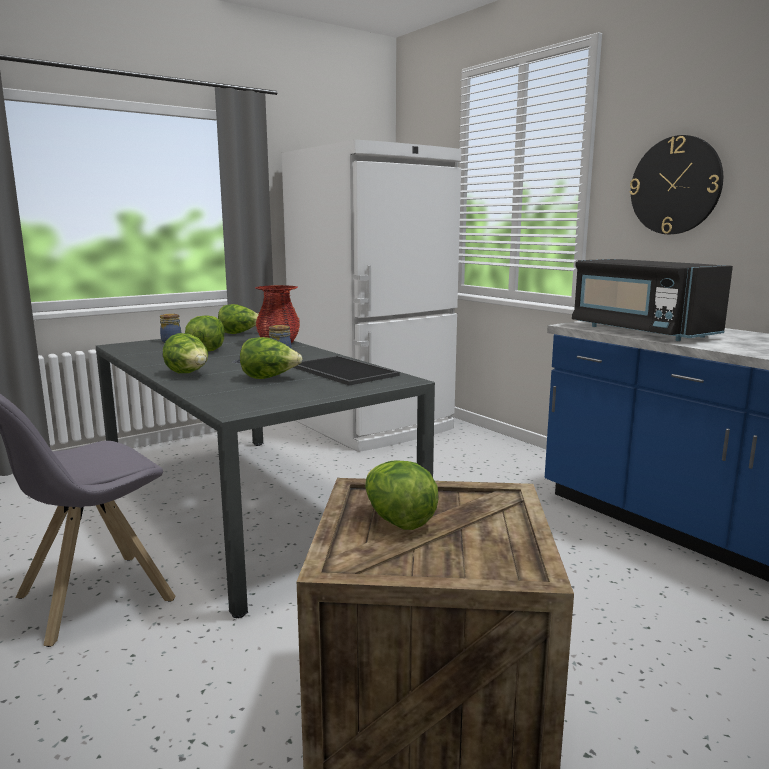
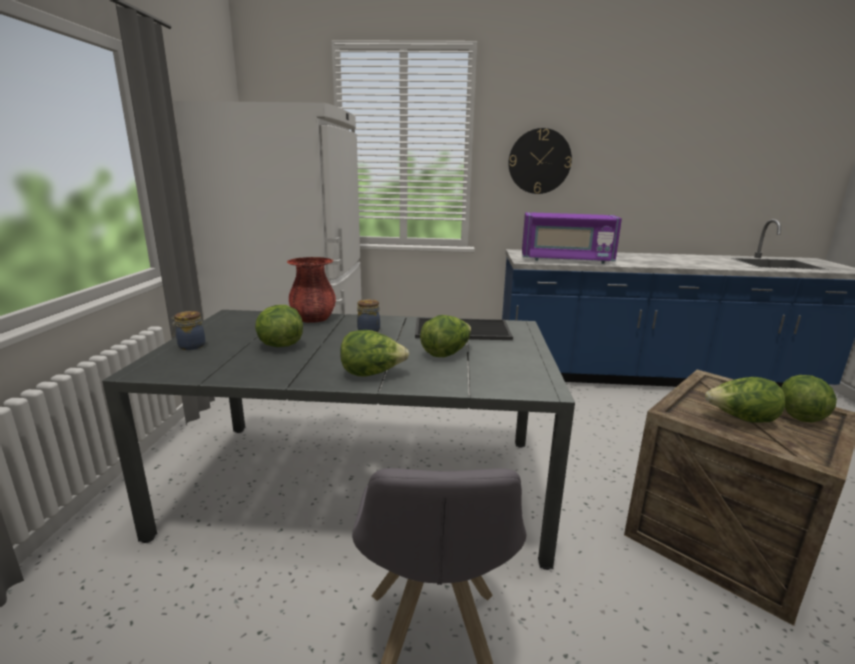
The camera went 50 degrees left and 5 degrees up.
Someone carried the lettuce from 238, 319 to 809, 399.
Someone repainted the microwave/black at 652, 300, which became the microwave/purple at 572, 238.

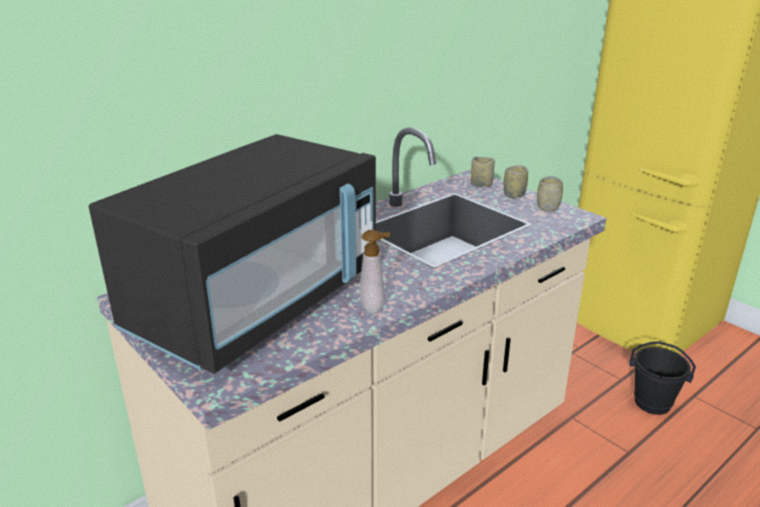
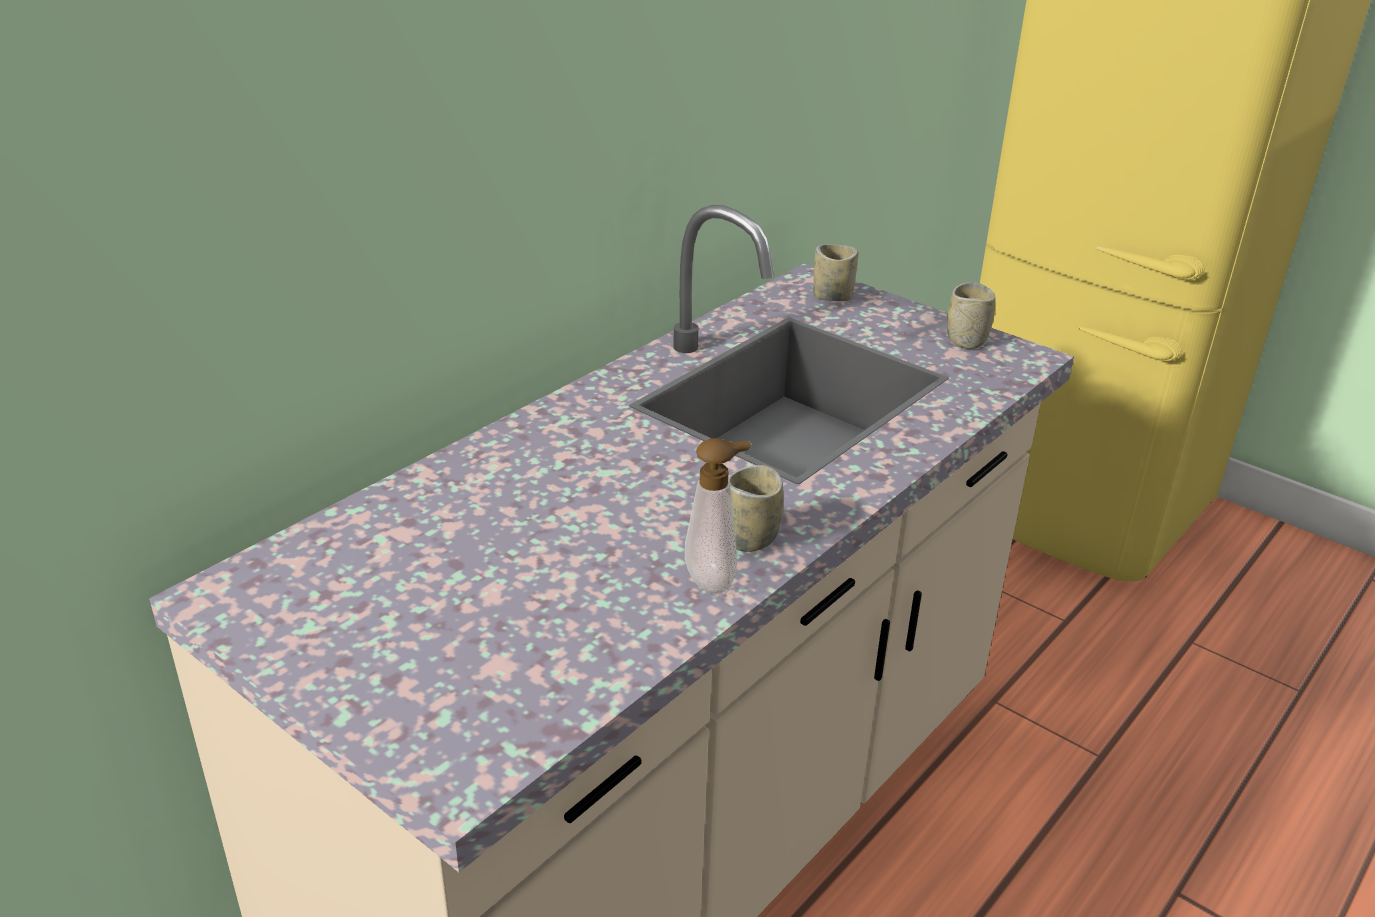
The camera went 10 degrees left and 5 degrees up.
Someone took away the microwave/black at 232, 254.
Someone carried the cup from 516, 181 to 755, 508.
Someone took away the bucket/black at 662, 378.

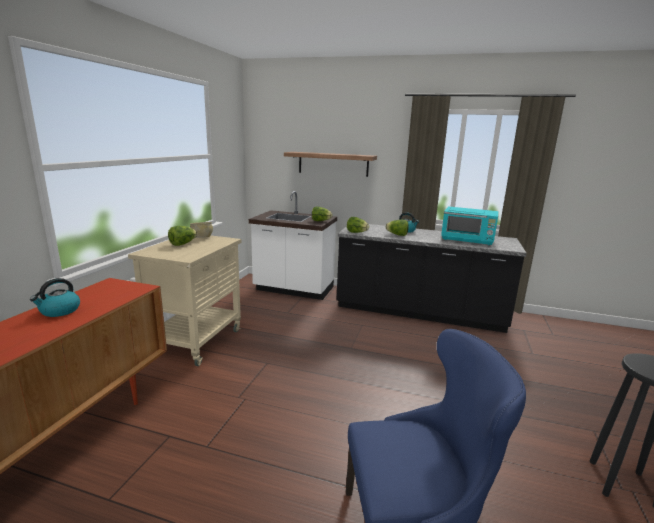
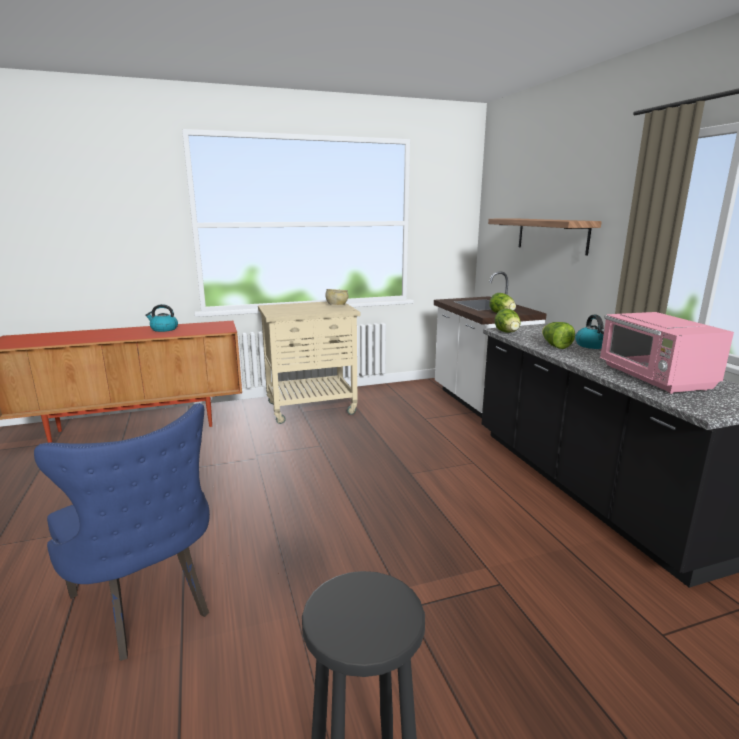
The camera went 55 degrees right and 0 degrees up.
Someone took away the lettuce at 182, 236.
Someone repainted the microwave/turquoise at 469, 226, which became the microwave/pink at 667, 353.

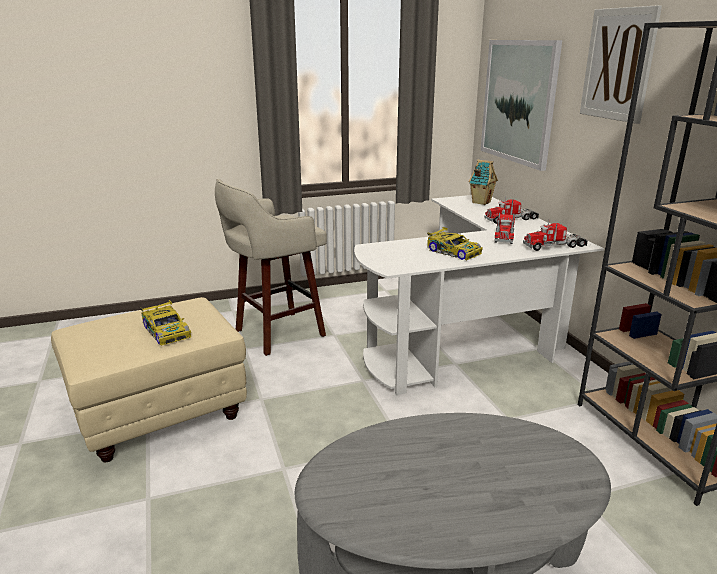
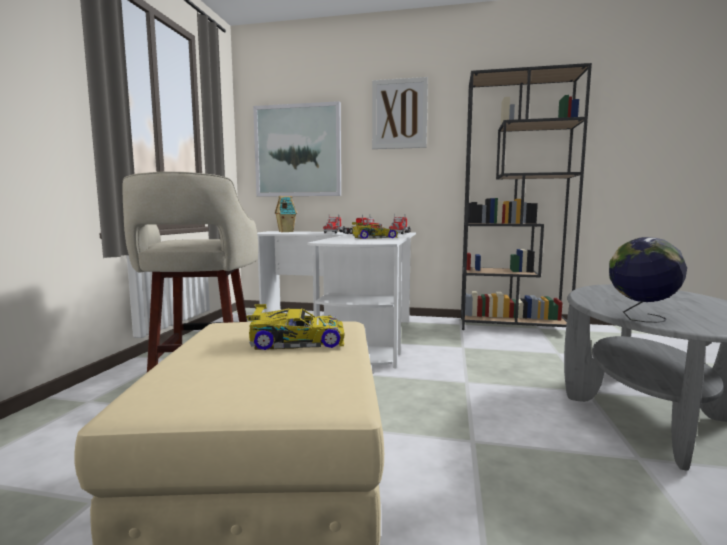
The camera went 60 degrees left and 15 degrees down.
Someone put down the globe at 648, 280.

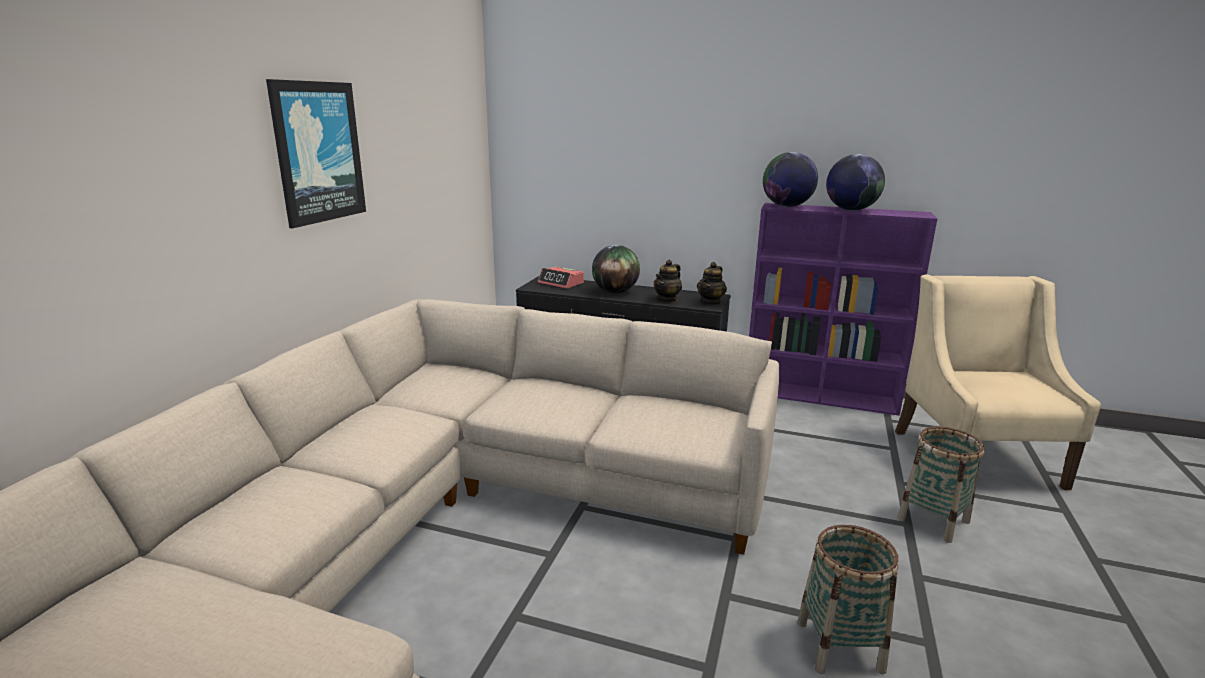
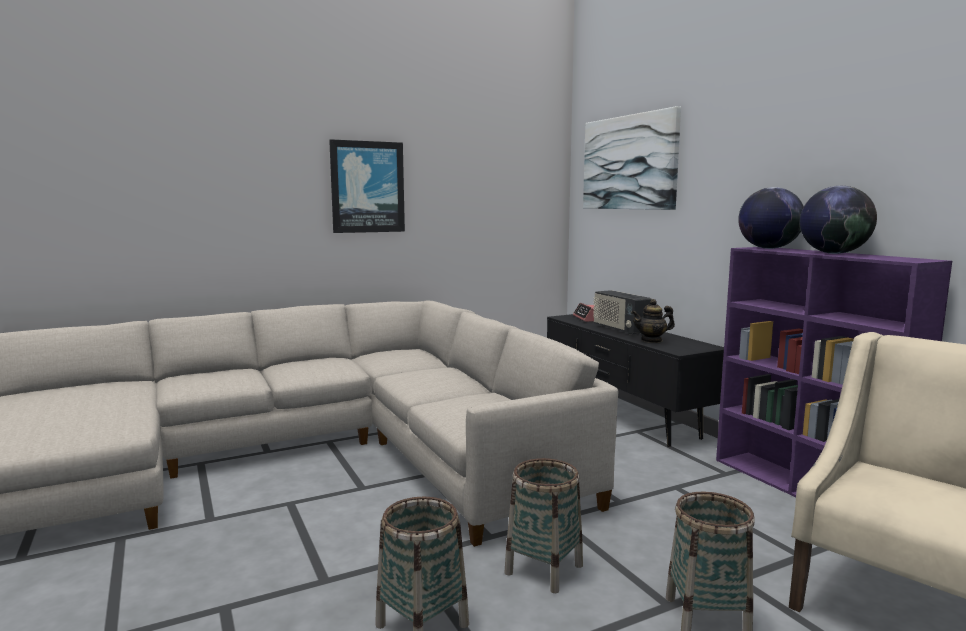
The camera went 45 degrees right and 10 degrees down.
Someone swapped the globe at 616, 269 for the radio at 622, 312.
Someone took away the teapot at 712, 283.
Someone put down the basket at 544, 525.
Someone put up the picture at 632, 158.

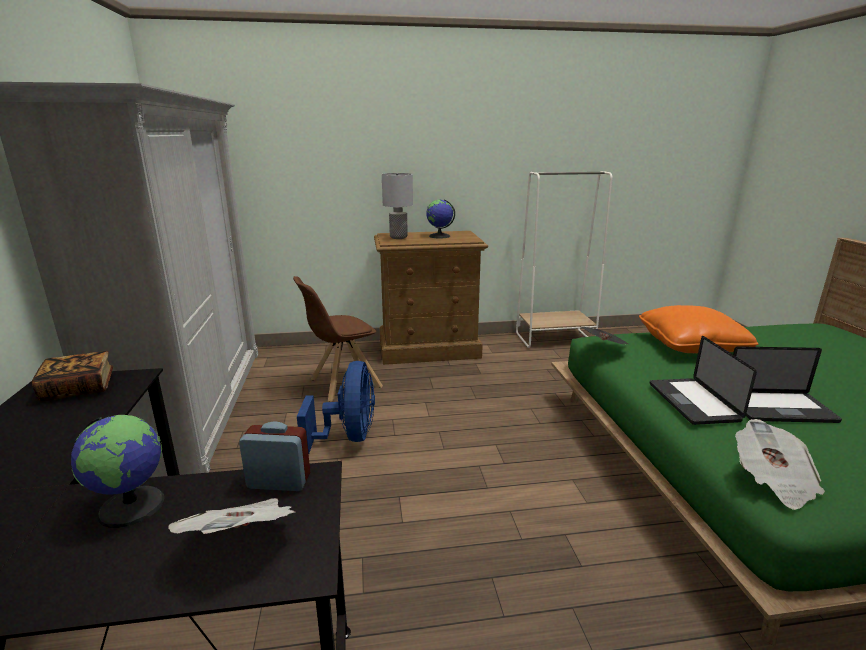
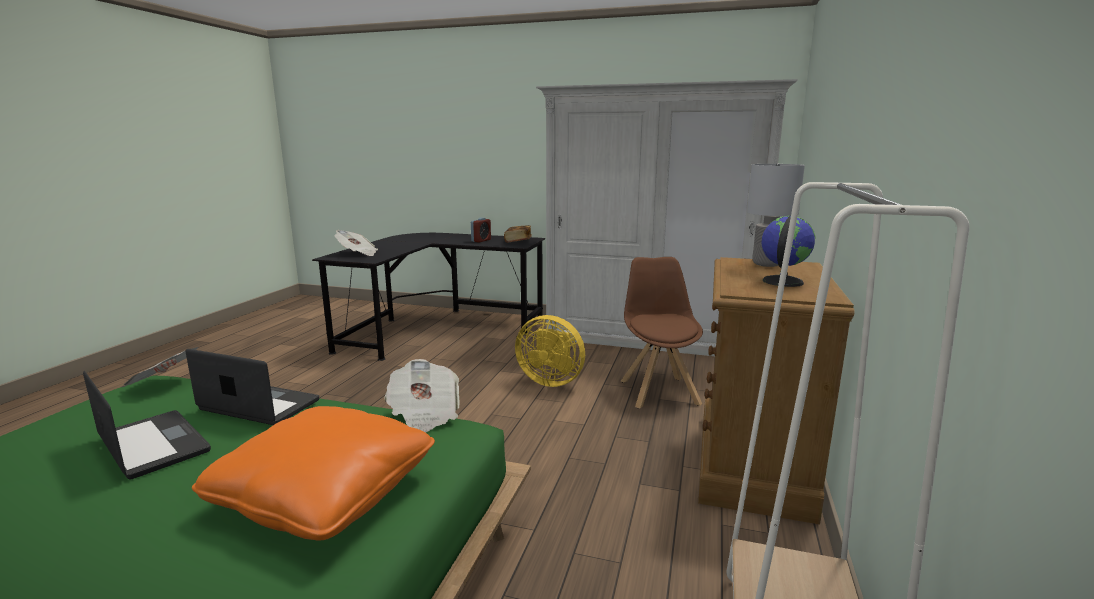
The camera went 115 degrees right and 5 degrees down.
Someone took away the globe at 117, 471.
Someone carried the alarm clock from 274, 456 to 481, 230.
Someone repainted the fan/blue at 336, 407, which became the fan/yellow at 550, 351.
Someone rotated the laptop at 787, 384 by 105 degrees clockwise.

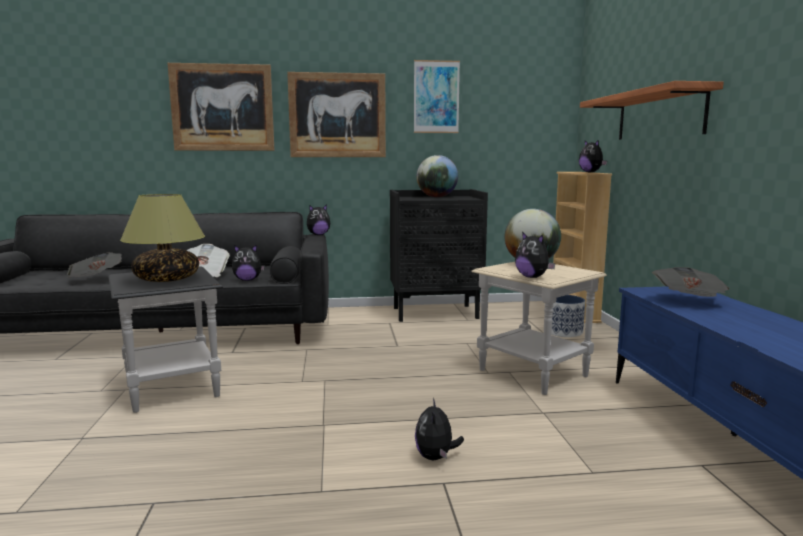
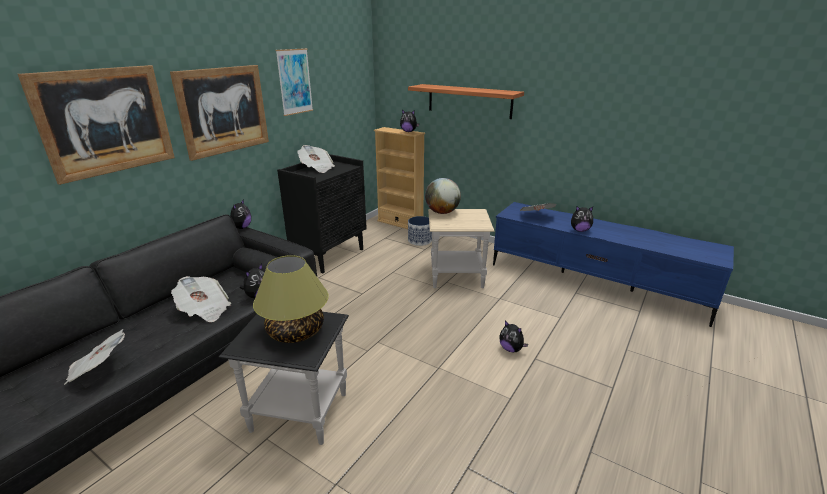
The camera went 50 degrees left and 15 degrees up.
Someone swapped the globe at 437, 176 for the newspaper at 316, 159.
Someone carried the plush toy from 535, 255 to 582, 219.

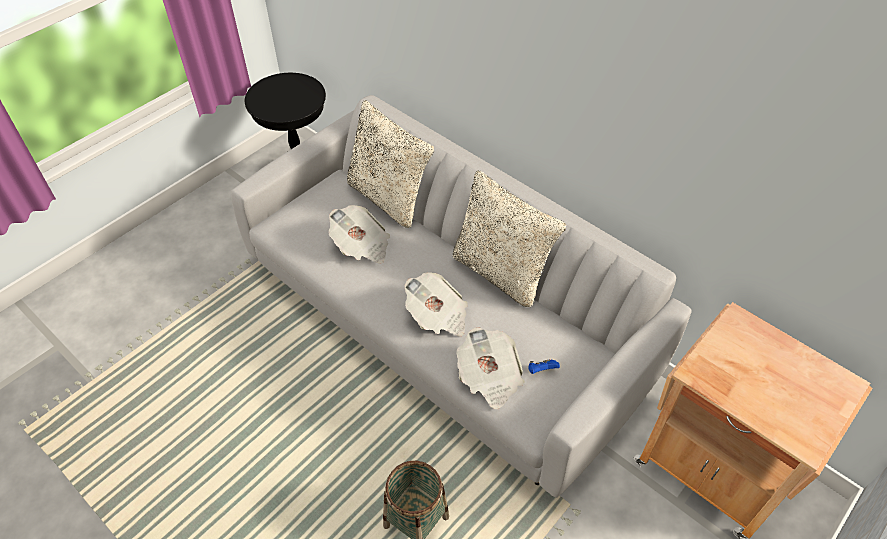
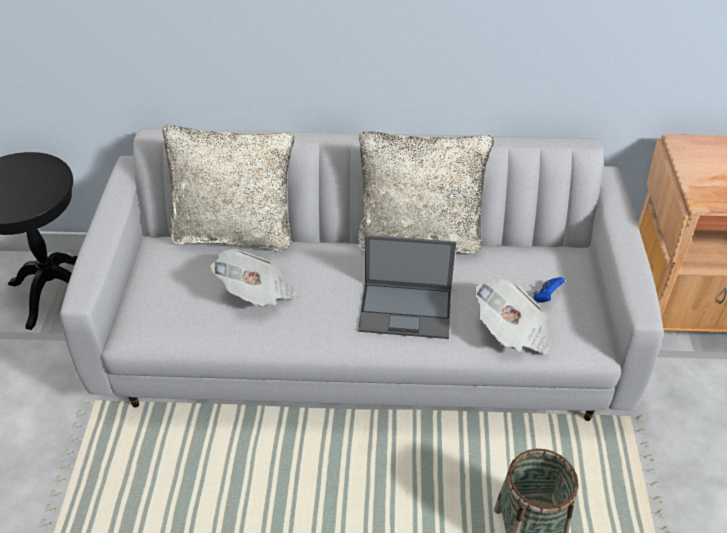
The camera went 40 degrees left and 5 degrees down.
Someone swapped the newspaper at 436, 304 for the laptop at 407, 287.

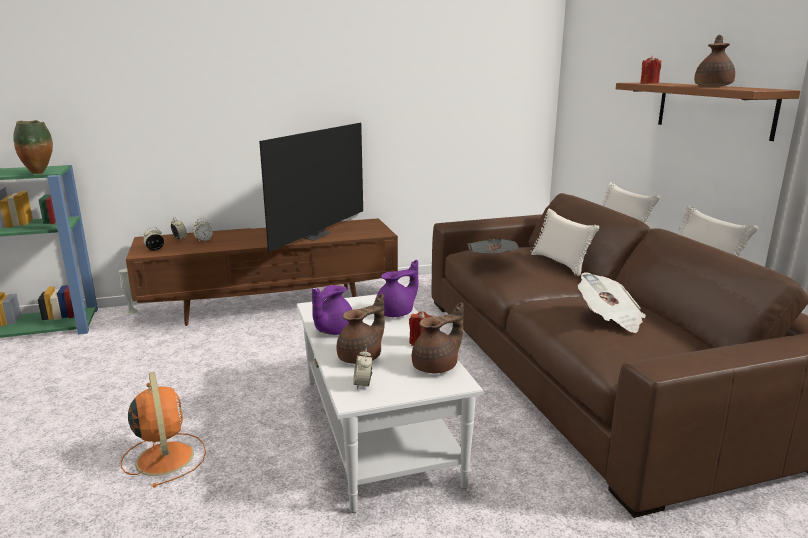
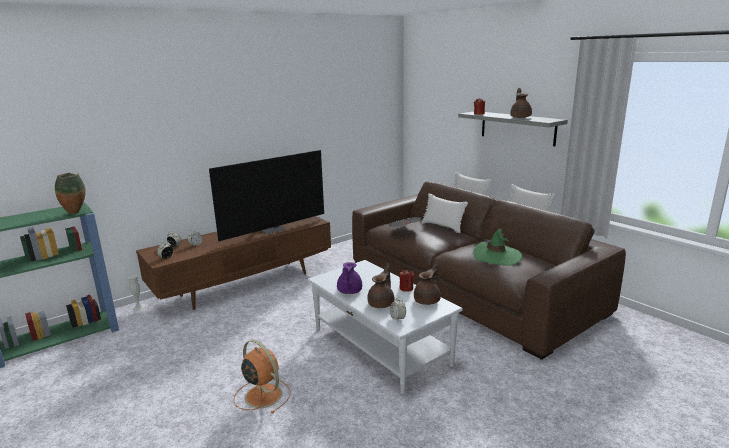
The camera went 20 degrees left and 0 degrees up.
Someone rotated the television at 311, 187 by 45 degrees clockwise.
Someone took away the teapot/purple at 397, 288.
Someone swapped the newspaper at 612, 302 for the hat/green at 497, 247.
Someone repainted the shelf/brown at 708, 112, which became the shelf/grey at 513, 129.

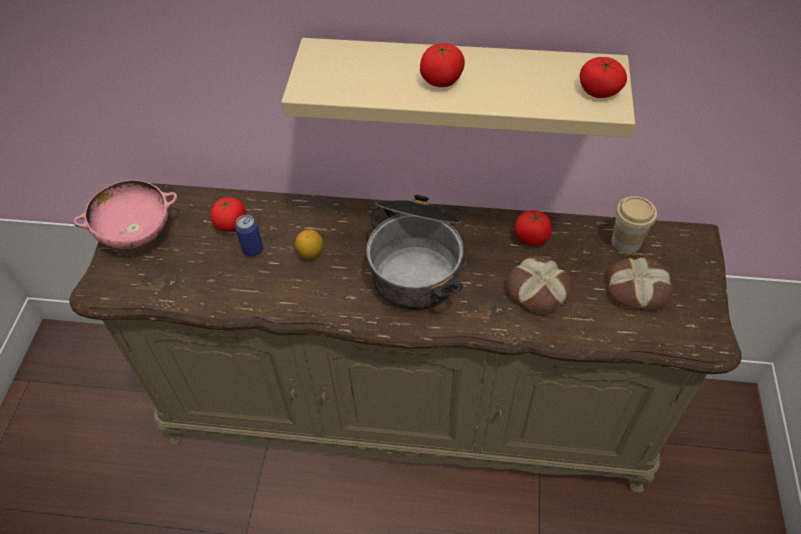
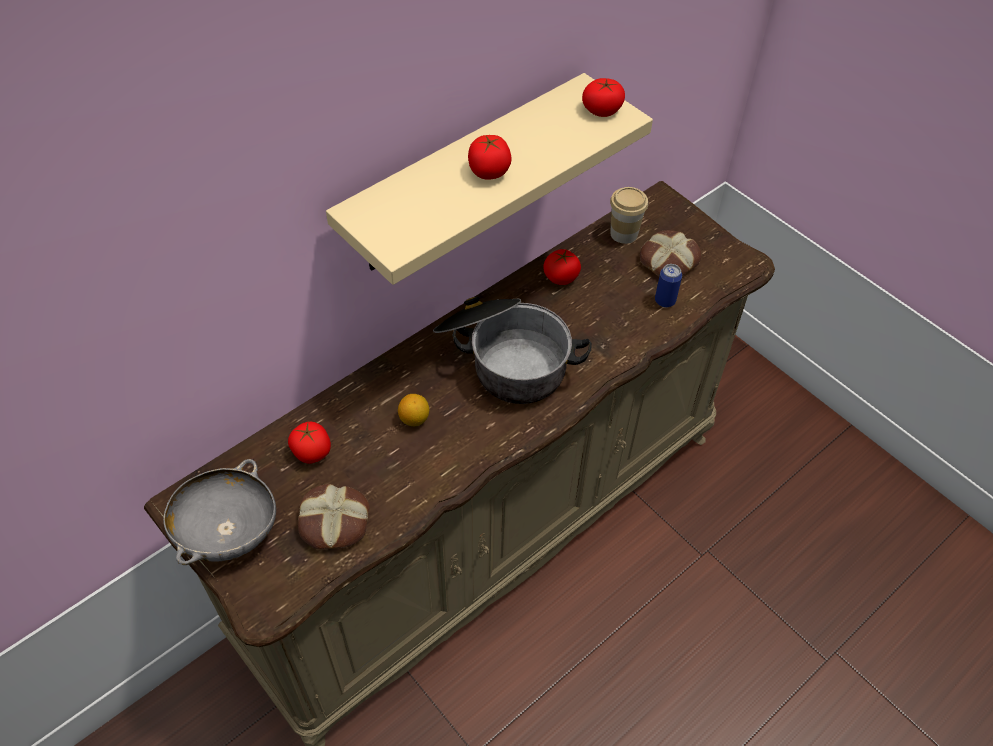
The camera went 50 degrees left and 0 degrees up.
Someone repainted the bowl/pink at 125, 214, which became the bowl/grey at 219, 512.
Someone carried the can from 249, 236 to 668, 286.
Someone carried the bread from 540, 285 to 334, 517.

